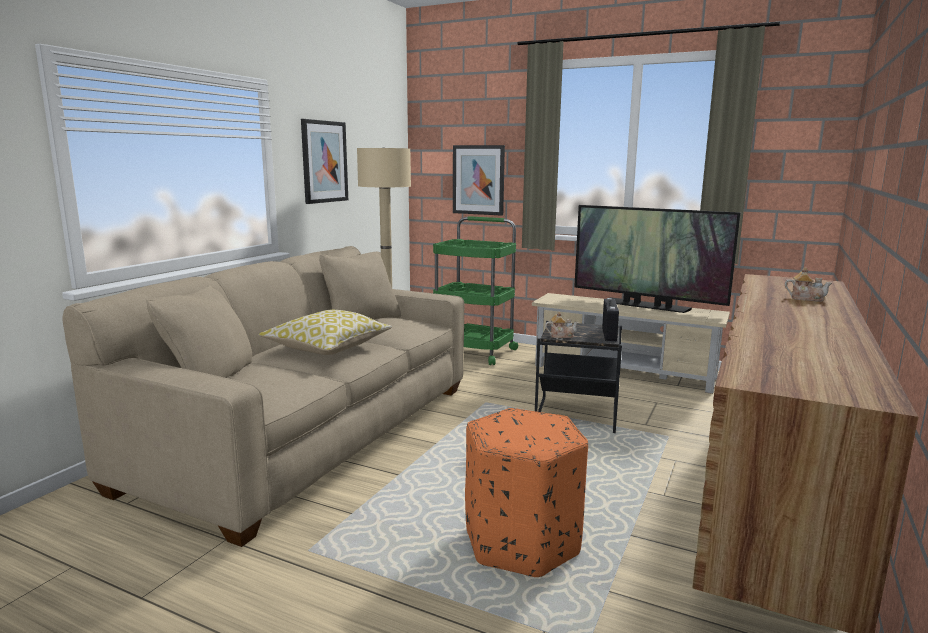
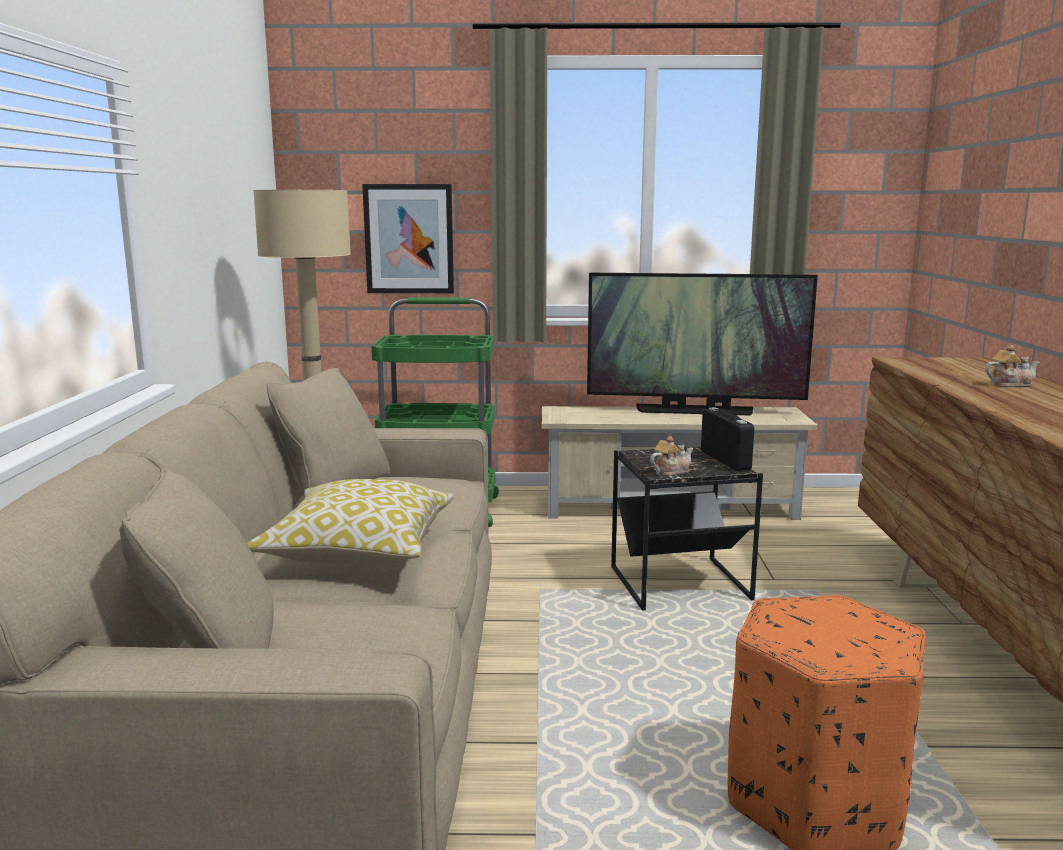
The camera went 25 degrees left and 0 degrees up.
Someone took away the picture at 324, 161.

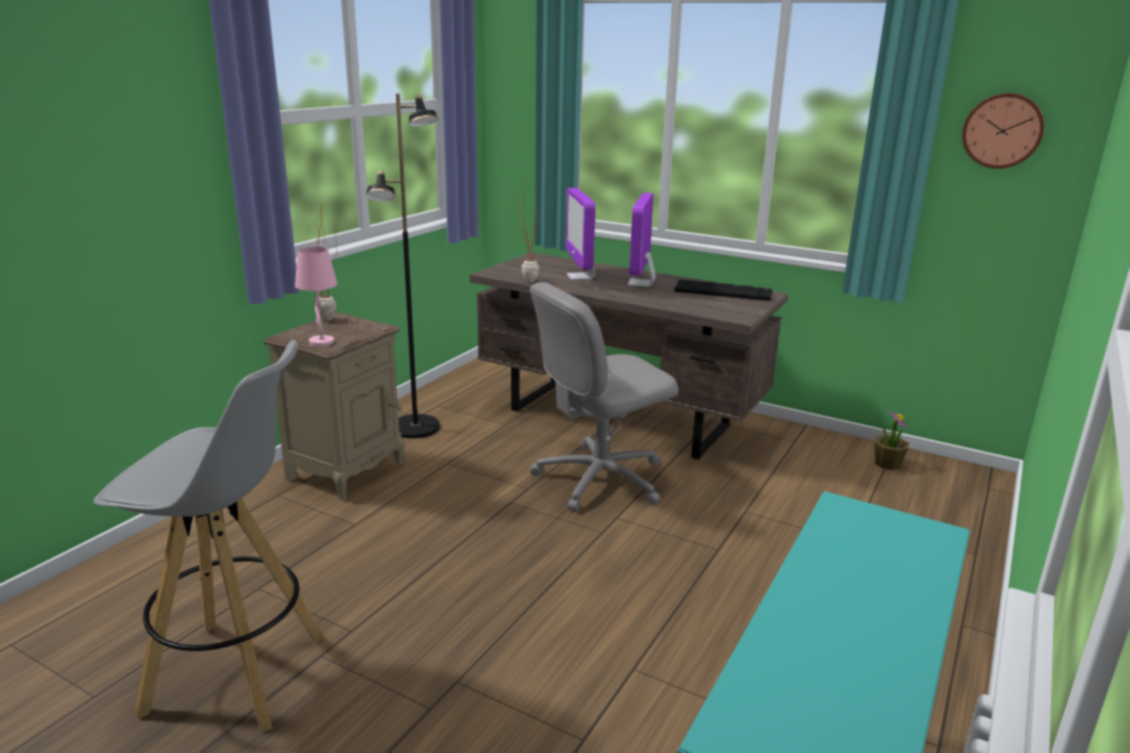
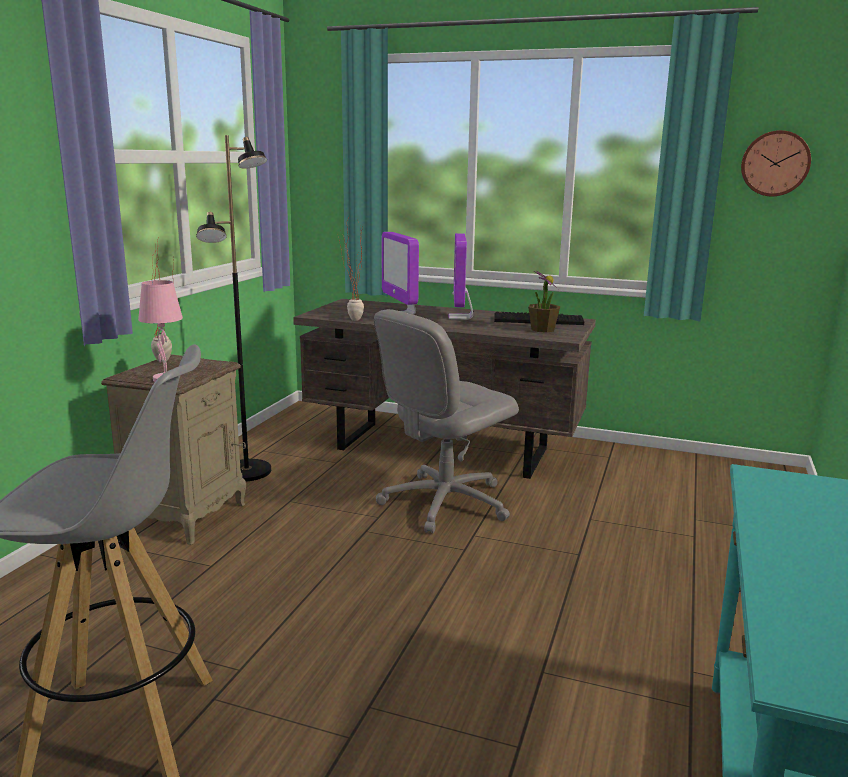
The camera went 10 degrees left and 5 degrees down.
Someone carried the potted plant from 891, 438 to 544, 302.

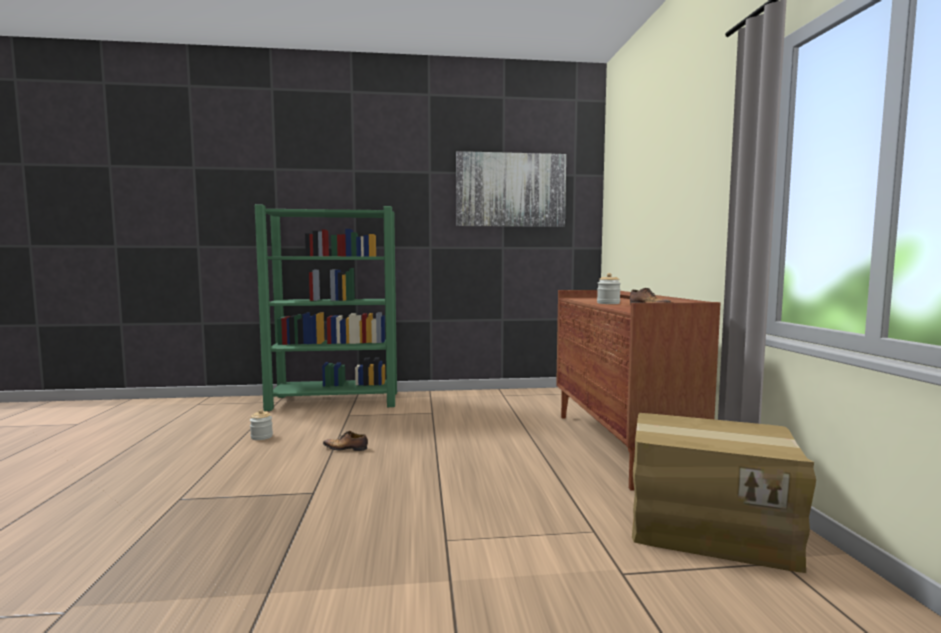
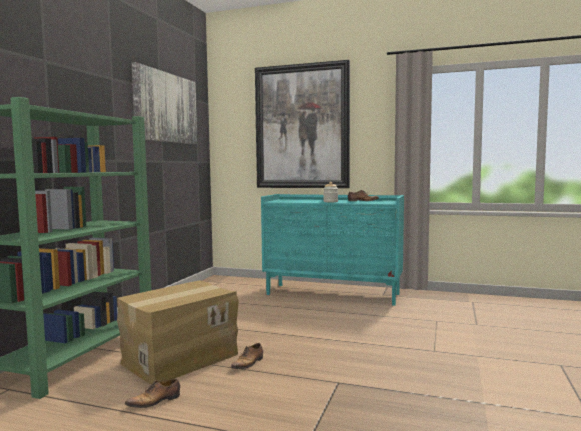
The camera went 65 degrees left and 0 degrees up.
Someone swapped the jar at 261, 425 for the shoe at 152, 393.
Someone repainted the cabinet/brown at 638, 390, which became the cabinet/turquoise at 332, 250.
Someone carried the cardboard box from 724, 493 to 177, 333.
Someone put up the picture at 302, 124.

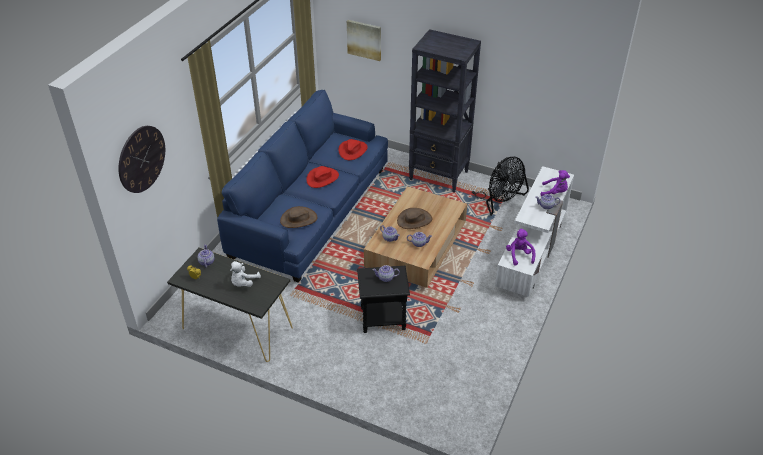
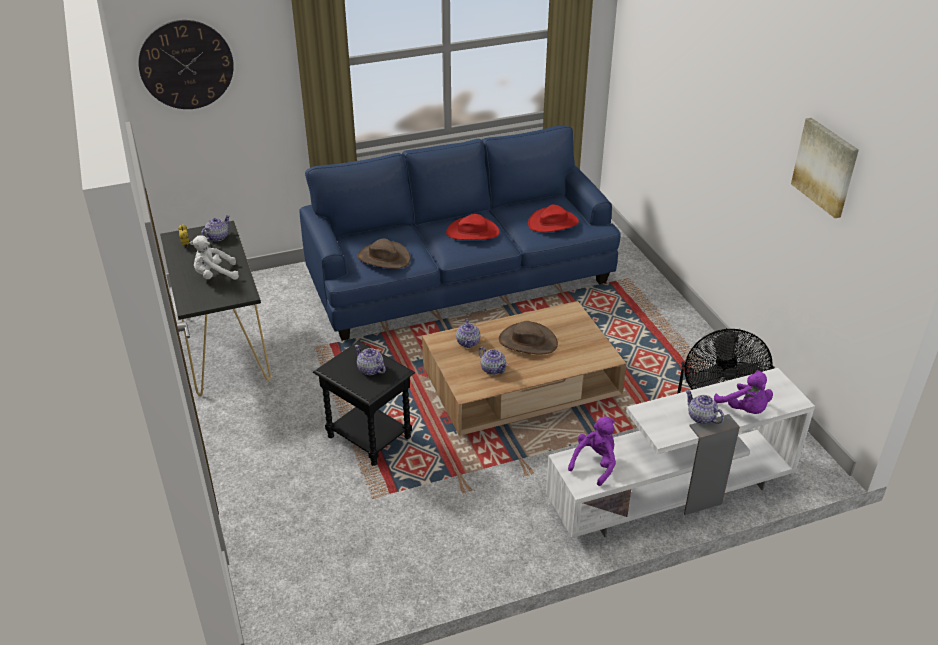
The camera went 45 degrees right and 5 degrees down.
Someone carried the picture from 364, 40 to 825, 168.
Someone took away the bookcase/black at 445, 111.

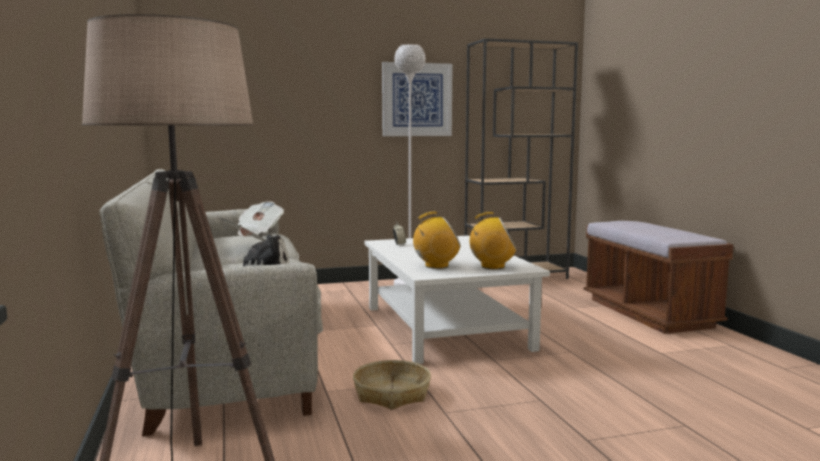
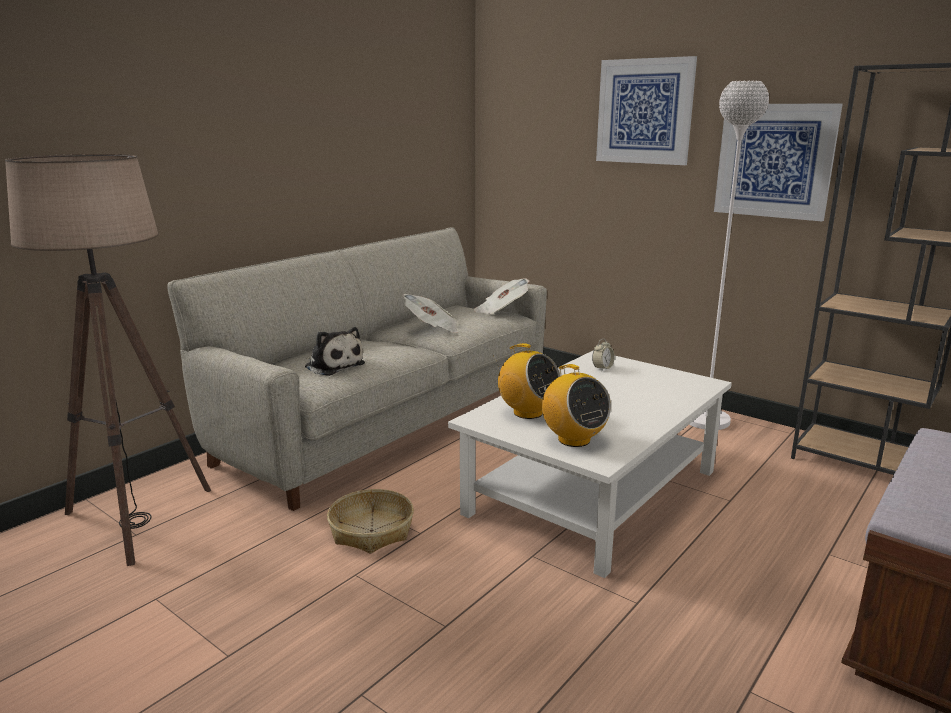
The camera went 55 degrees right and 10 degrees up.
Someone put up the picture at 646, 110.

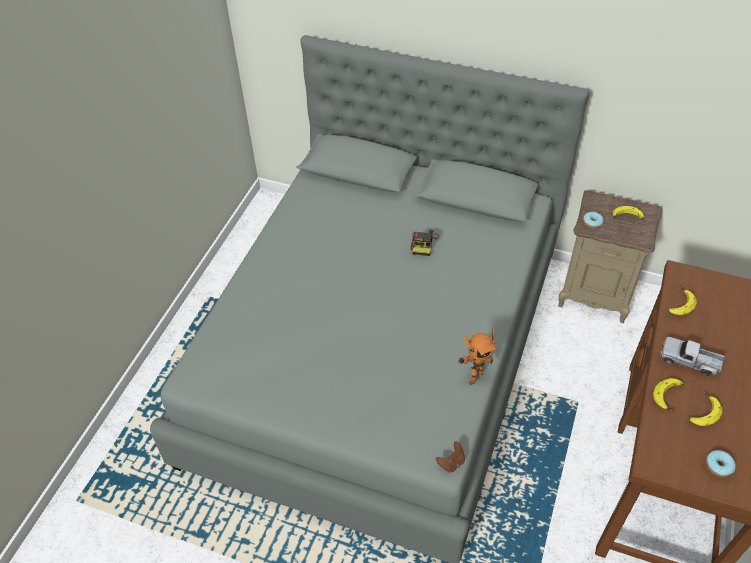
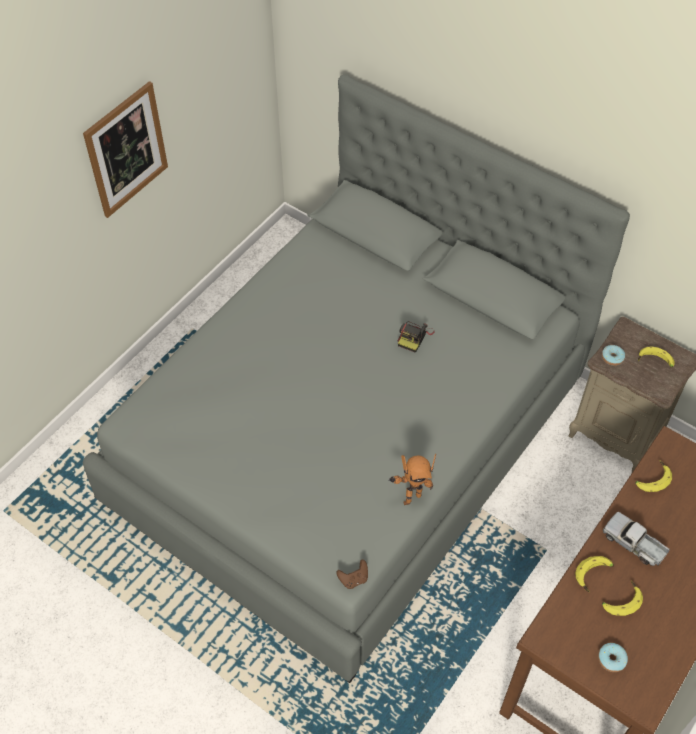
The camera went 15 degrees right and 5 degrees up.
Someone put up the picture at 125, 149.

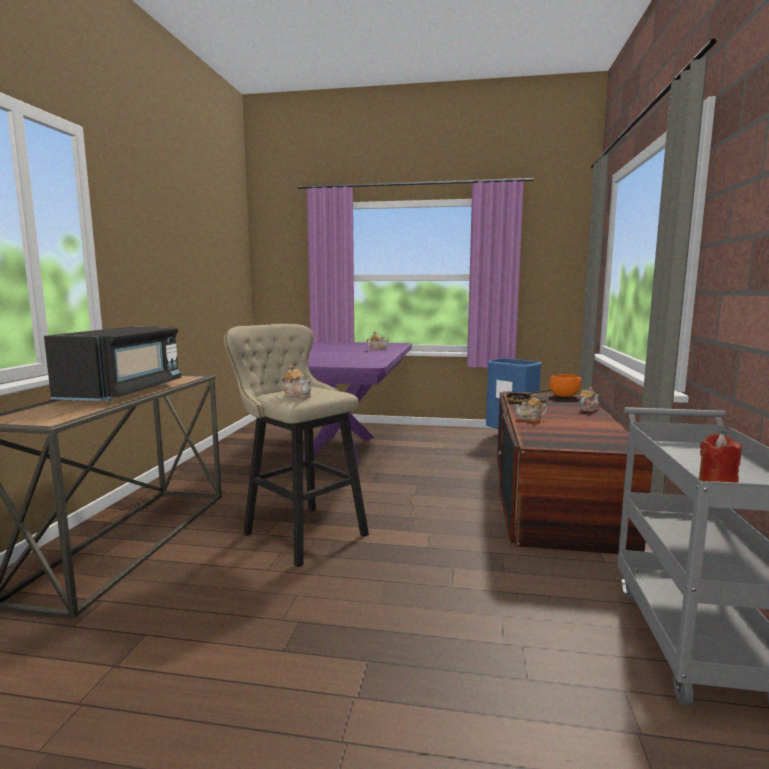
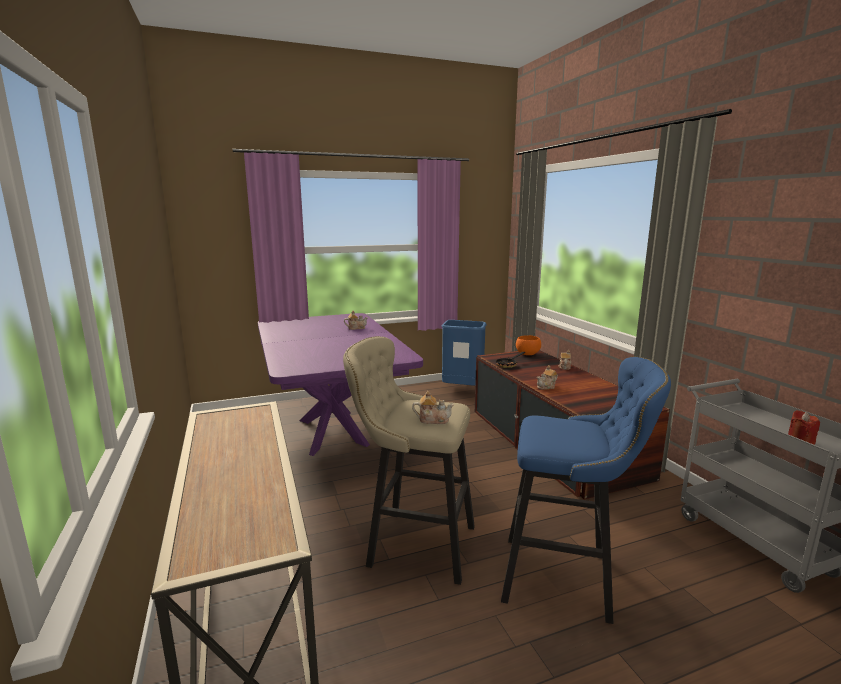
The camera went 30 degrees left and 5 degrees up.
Someone took away the microwave/black at 112, 364.
Someone put down the stool/blue at 586, 490.

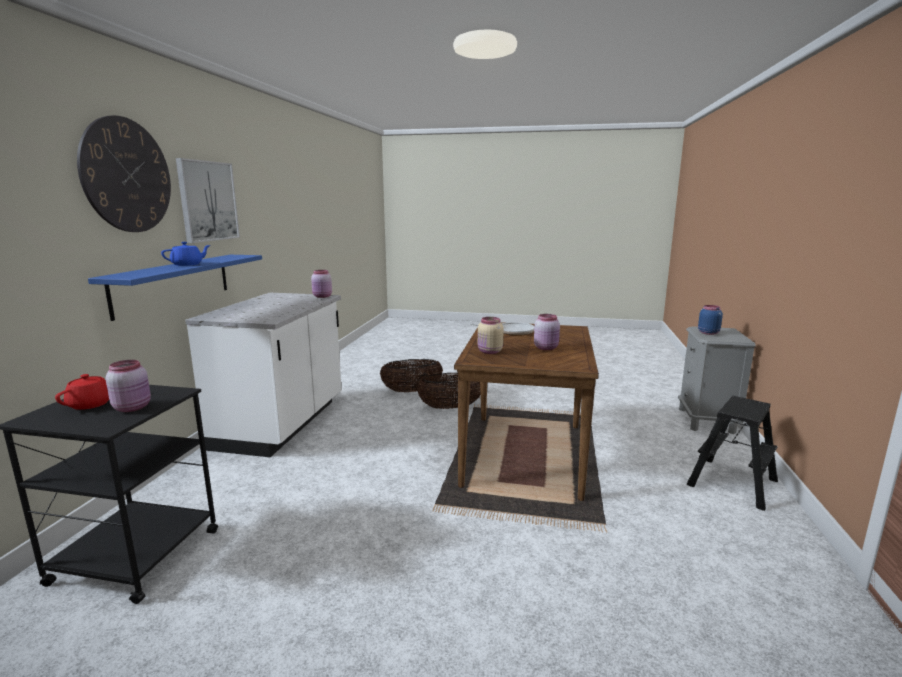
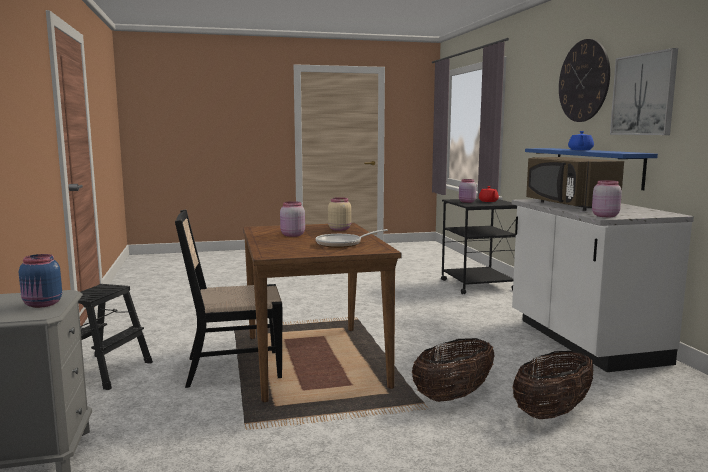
The camera went 155 degrees right and 5 degrees down.
Someone put down the chair at 228, 298.
Someone put down the microwave/brown at 575, 184.

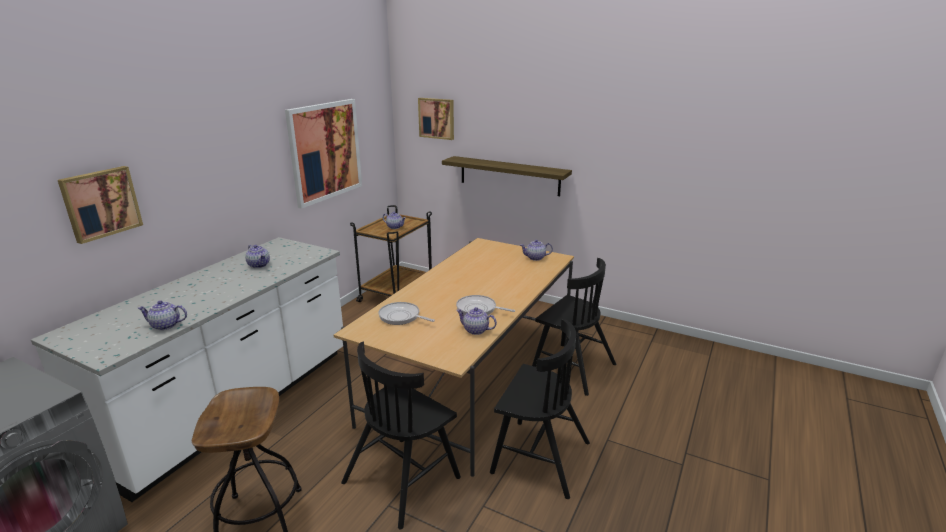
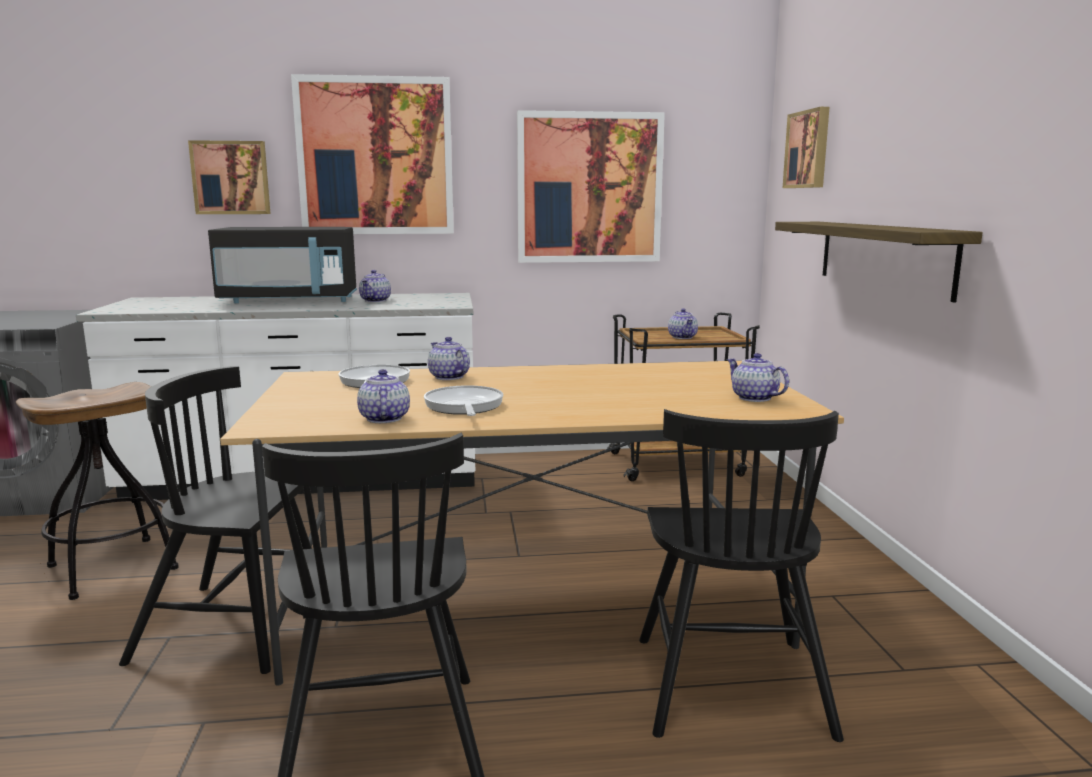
The camera went 55 degrees right and 10 degrees down.
Someone carried the teapot from 162, 315 to 449, 358.
Someone put down the microwave/black at 282, 265.
Someone put up the picture at 372, 154.

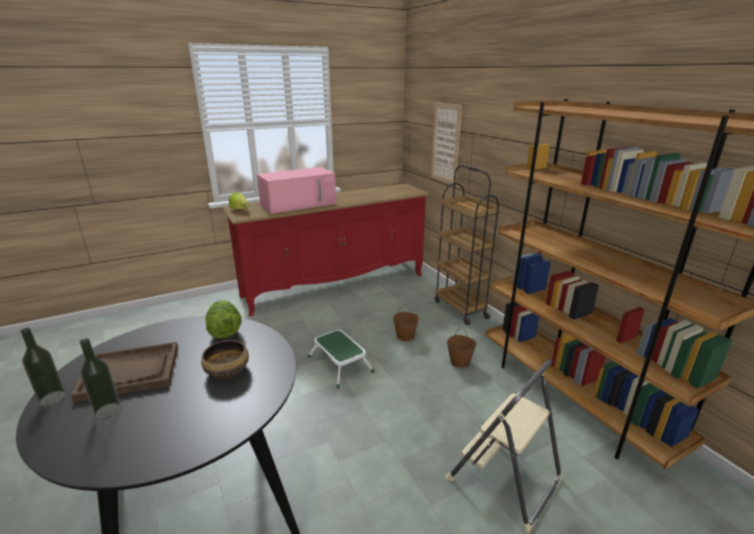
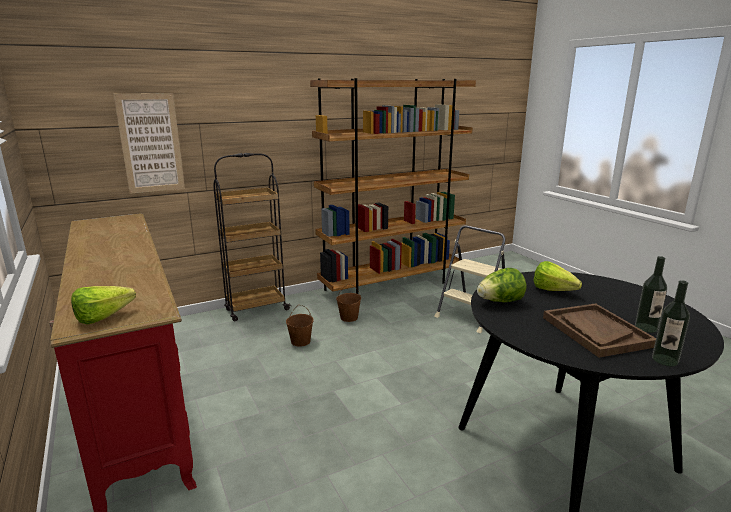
The camera went 90 degrees left and 5 degrees down.
Someone swapped the bowl at 225, 359 for the lettuce at 557, 276.
Someone took away the microwave/pink at 296, 190.
Someone took away the step ladder/green at 341, 359.

